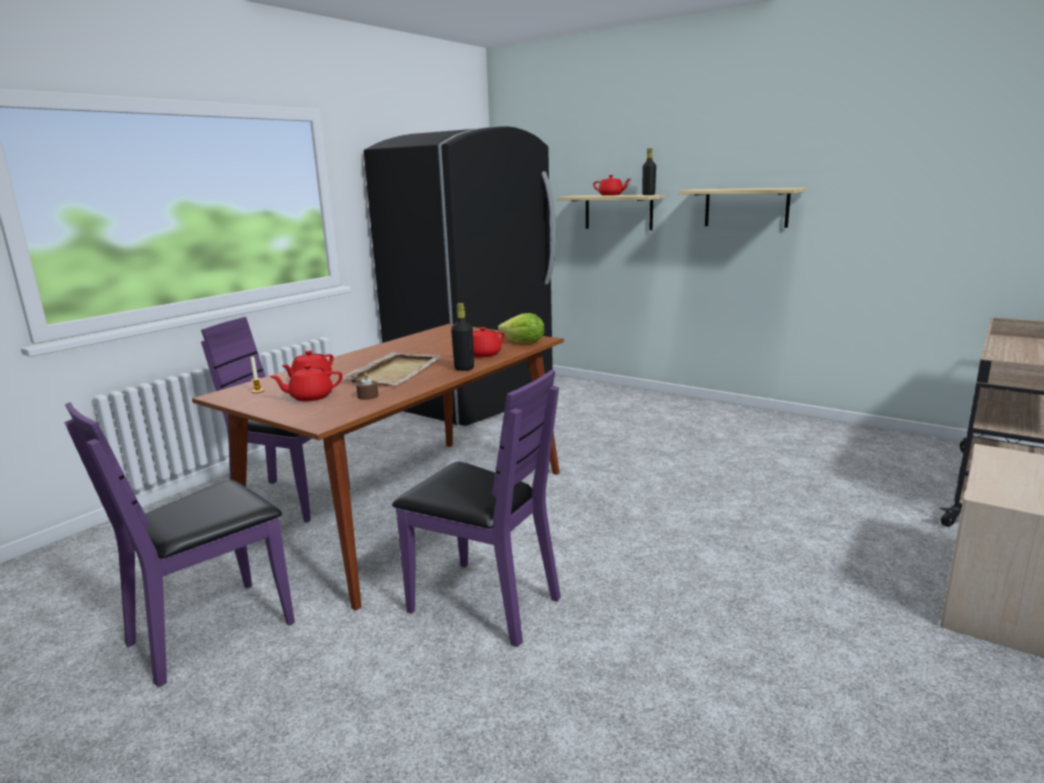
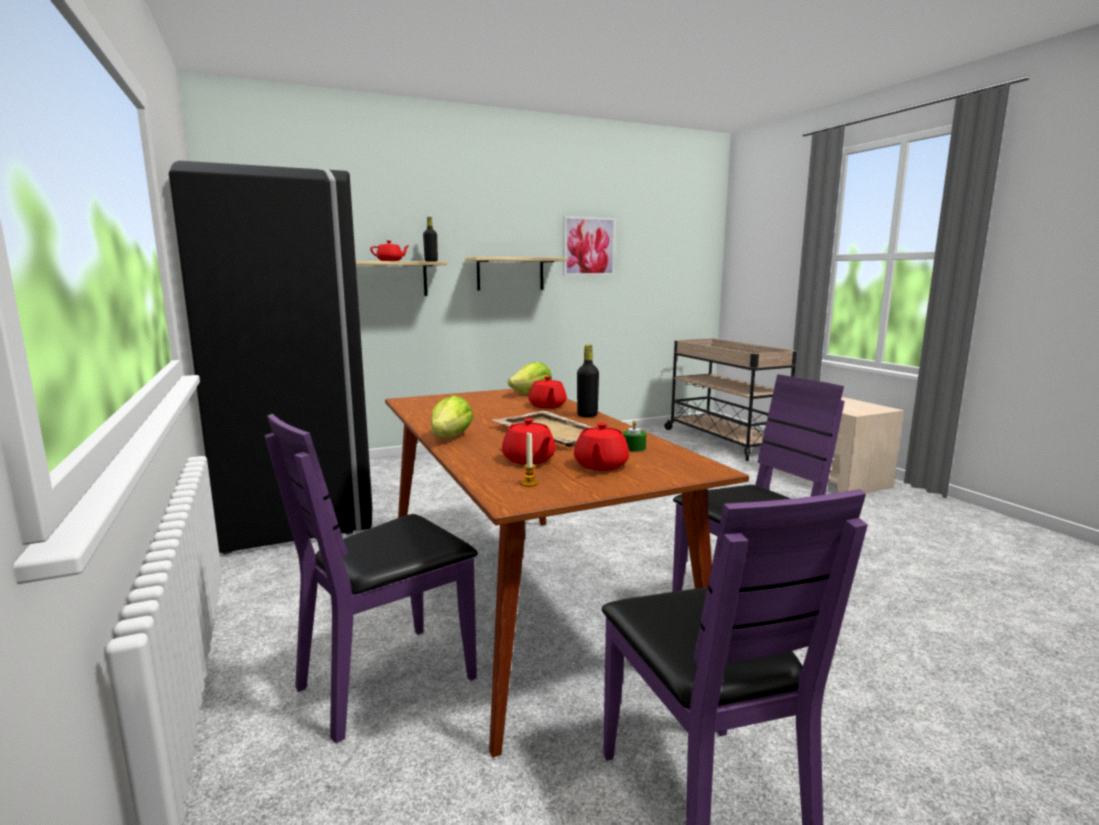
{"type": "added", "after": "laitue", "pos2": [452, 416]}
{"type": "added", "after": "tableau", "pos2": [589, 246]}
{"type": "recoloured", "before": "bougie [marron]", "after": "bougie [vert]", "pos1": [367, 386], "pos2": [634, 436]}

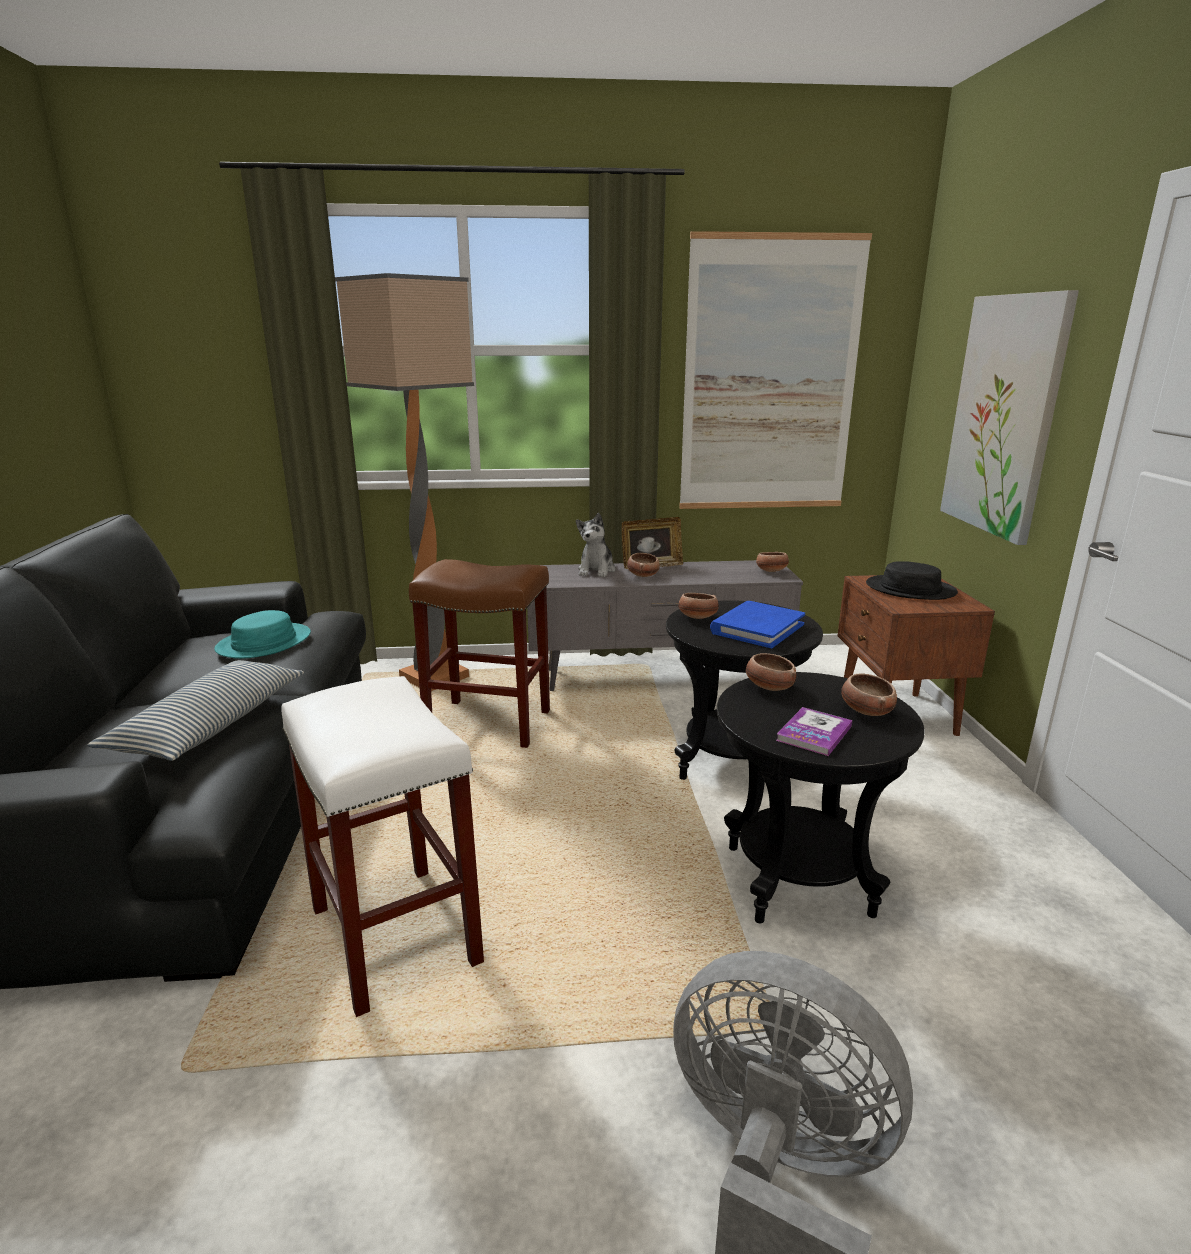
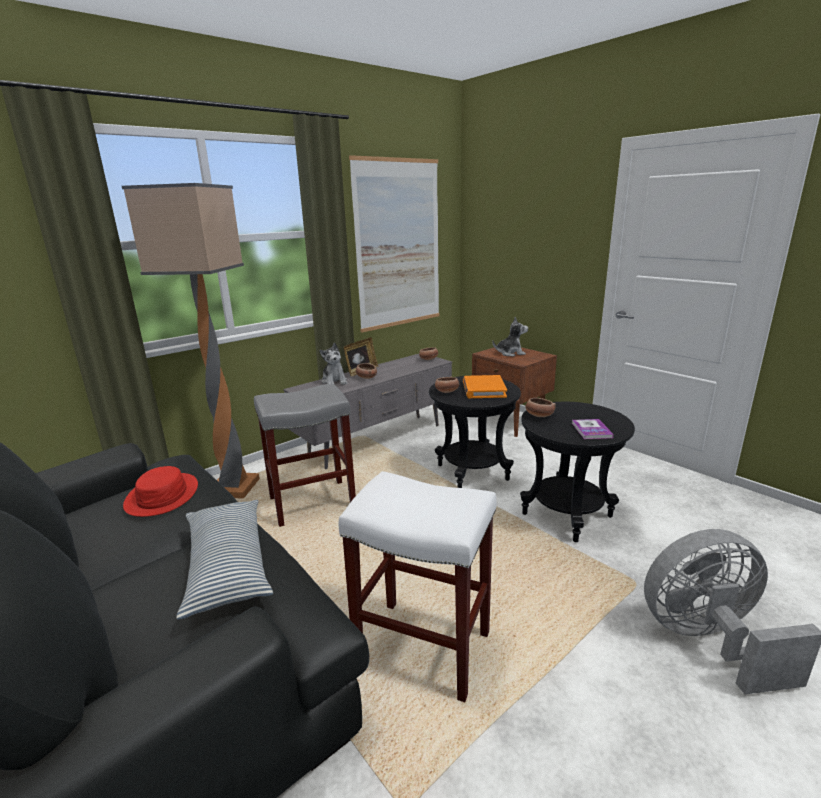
{"type": "removed", "before": "bol", "pos1": [869, 695]}
{"type": "removed", "before": "tableau", "pos1": [1009, 417]}
{"type": "replaced", "before": "chapeau [noir]", "after": "peluche", "pos1": [912, 580], "pos2": [510, 336]}
{"type": "recoloured", "before": "chapeau [turquoise]", "after": "chapeau [rouge]", "pos1": [262, 634], "pos2": [160, 491]}
{"type": "recoloured", "before": "tabouret [marron]", "after": "tabouret [gris]", "pos1": [479, 653], "pos2": [305, 455]}
{"type": "recoloured", "before": "livre [bleu]", "after": "livre [orange]", "pos1": [757, 624], "pos2": [485, 386]}

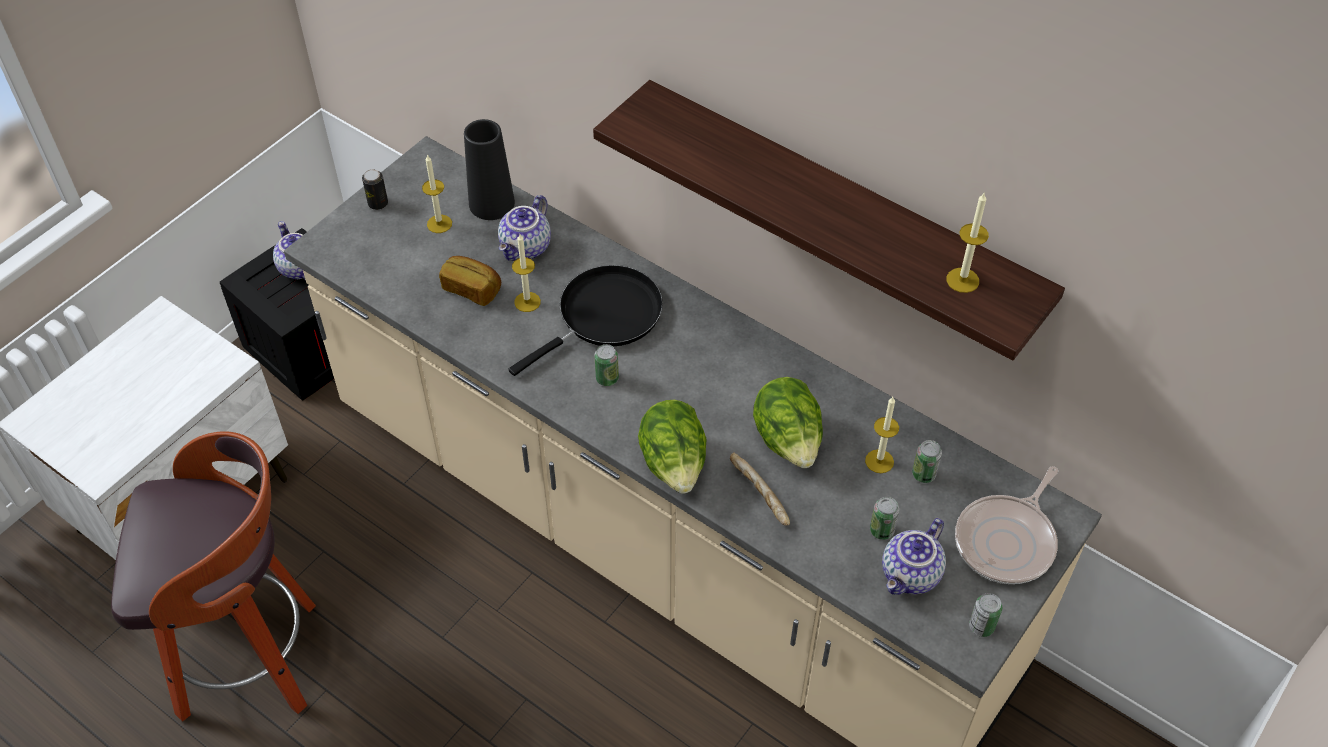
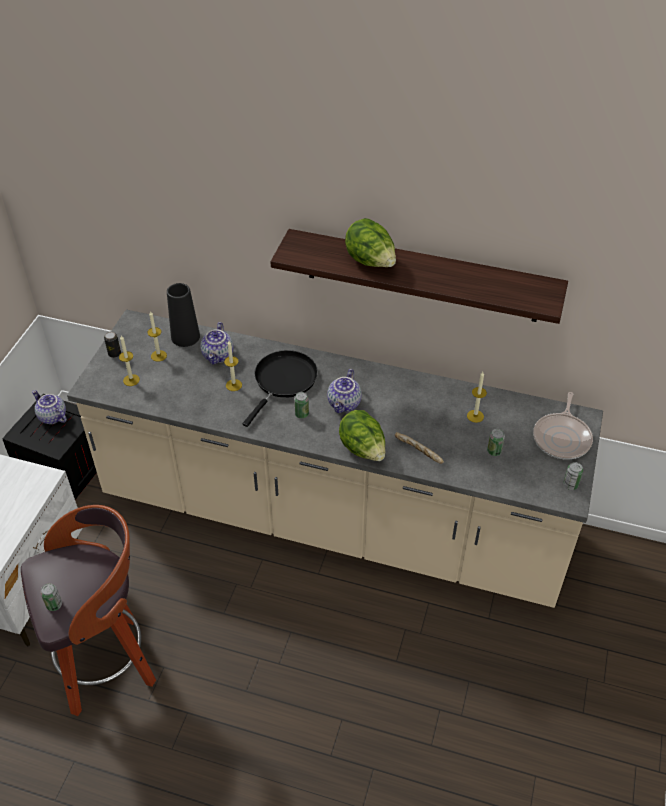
{"type": "removed", "before": "pain", "pos1": [470, 281]}
{"type": "moved", "before": "laitue", "pos1": [788, 422], "pos2": [370, 242]}
{"type": "moved", "before": "théière", "pos1": [914, 556], "pos2": [344, 391]}
{"type": "moved", "before": "boîte métallique", "pos1": [927, 461], "pos2": [51, 597]}
{"type": "moved", "before": "bougie", "pos1": [968, 243], "pos2": [129, 361]}

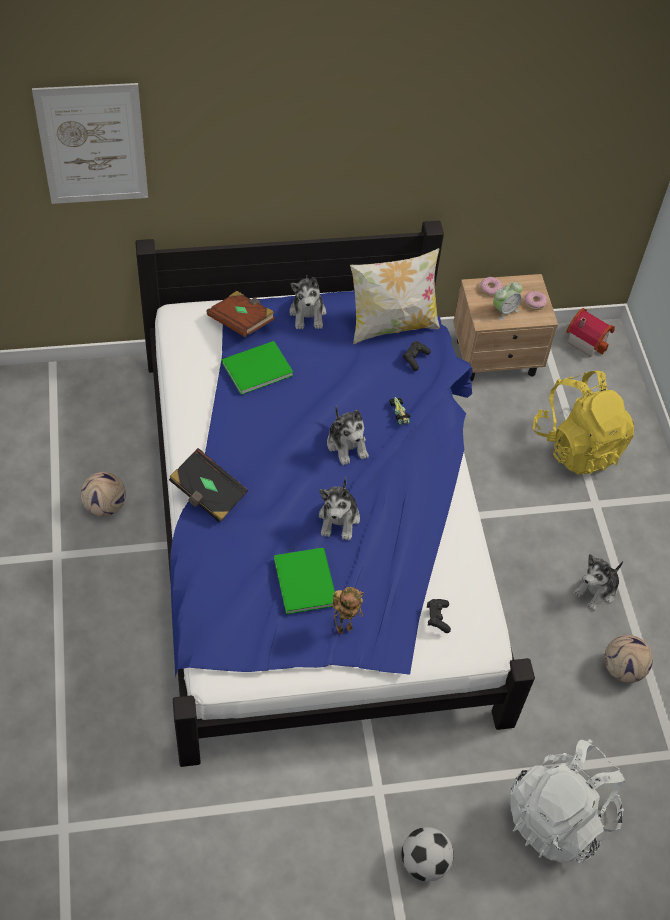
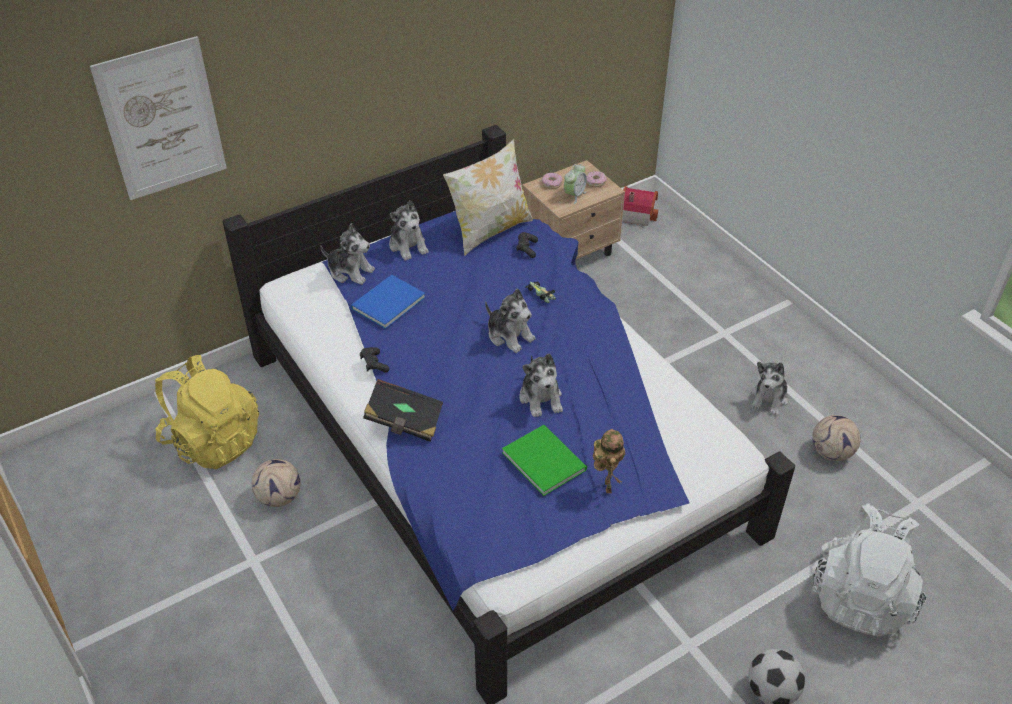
{"type": "moved", "before": "manette [noir]", "pos1": [439, 616], "pos2": [374, 360]}
{"type": "moved", "before": "sac à dos [jaune]", "pos1": [583, 423], "pos2": [207, 412]}
{"type": "replaced", "before": "livre [marron]", "after": "peluche", "pos1": [241, 314], "pos2": [347, 254]}
{"type": "recoloured", "before": "livre [vert]", "after": "livre [bleu]", "pos1": [257, 368], "pos2": [388, 302]}
{"type": "turned", "before": "robot jouet", "pos1": [348, 610], "pos2": [609, 461], "turn": -45}

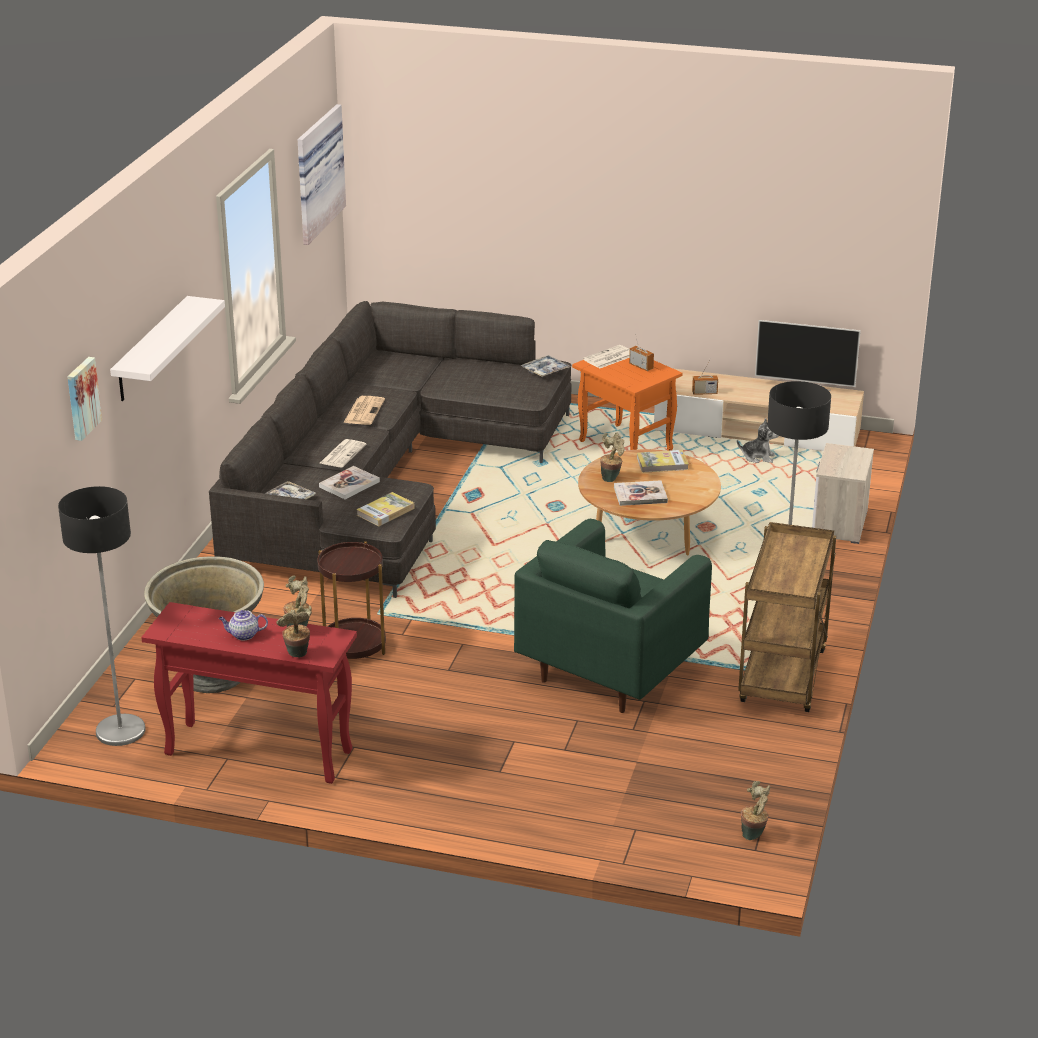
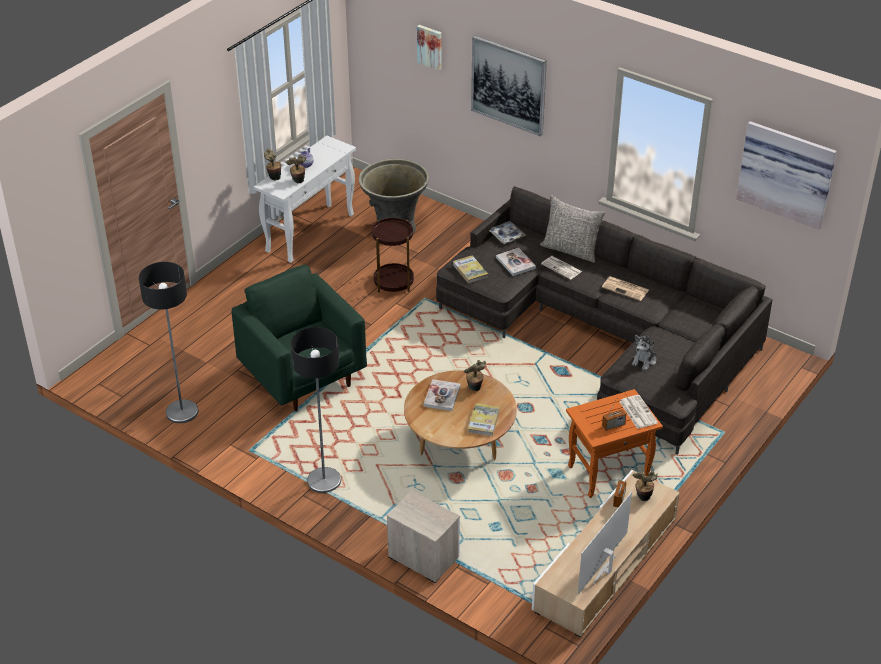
{"type": "removed", "before": "plateau", "pos1": [546, 366]}
{"type": "removed", "before": "chariot [marron]", "pos1": [787, 617]}
{"type": "added", "after": "coussin [gris]", "pos2": [572, 229]}
{"type": "moved", "before": "lampadaire", "pos1": [102, 616], "pos2": [168, 342]}
{"type": "moved", "before": "peluche", "pos1": [758, 440], "pos2": [644, 353]}
{"type": "moved", "before": "plante en pot", "pos1": [755, 810], "pos2": [645, 485]}
{"type": "replaced", "before": "étagère [blanc]", "after": "tableau", "pos1": [167, 348], "pos2": [509, 86]}
{"type": "recoloured", "before": "table console [rouge]", "after": "table console [blanc]", "pos1": [249, 693], "pos2": [305, 199]}

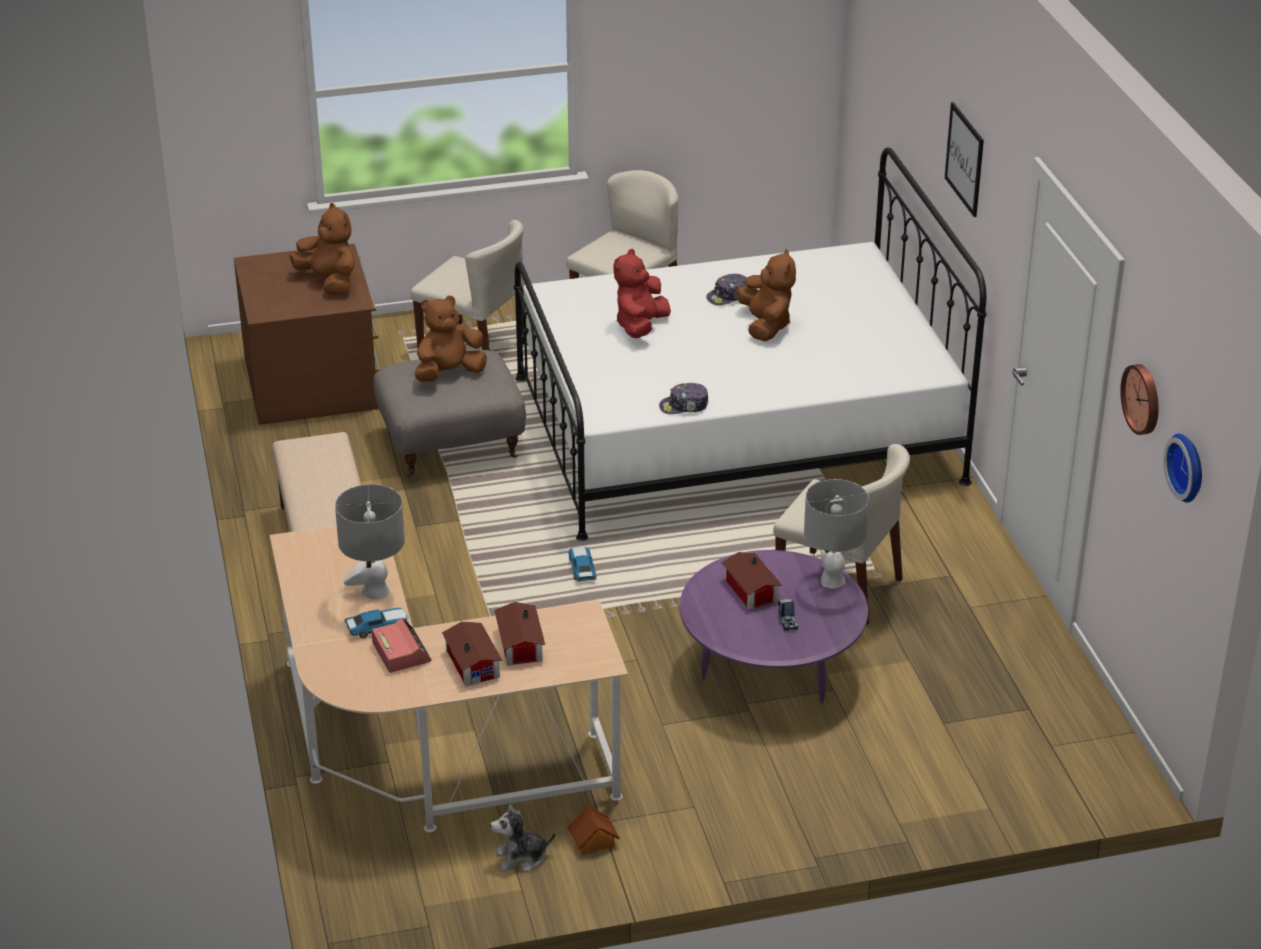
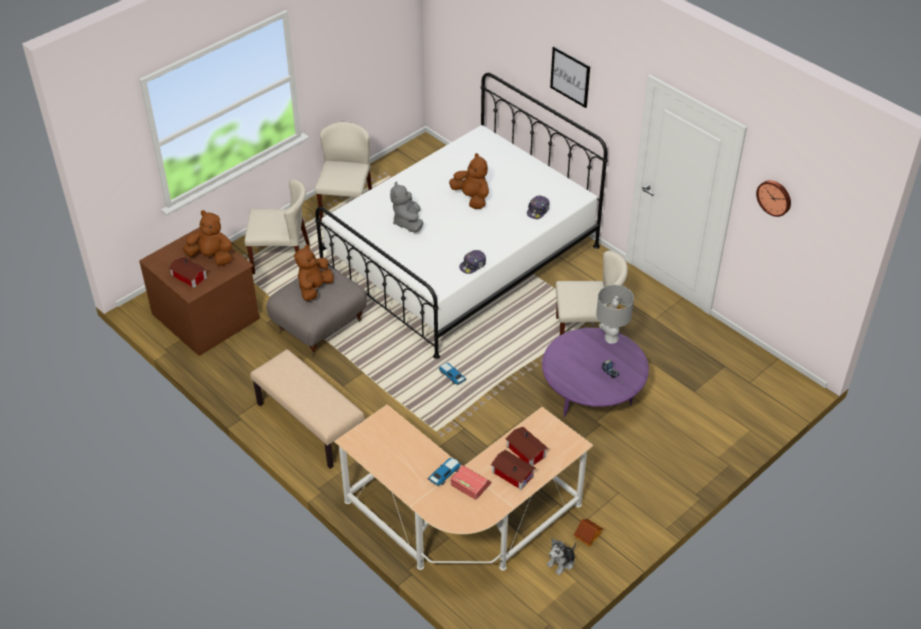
{"type": "removed", "before": "lampe de table [gris]", "pos1": [370, 541]}
{"type": "removed", "before": "horloge murale", "pos1": [1182, 468]}
{"type": "moved", "before": "casquette", "pos1": [726, 289], "pos2": [538, 207]}
{"type": "moved", "before": "maison miniature", "pos1": [751, 581], "pos2": [188, 272]}
{"type": "recoloured", "before": "peluche [rouge]", "after": "peluche [gris]", "pos1": [642, 293], "pos2": [406, 207]}

